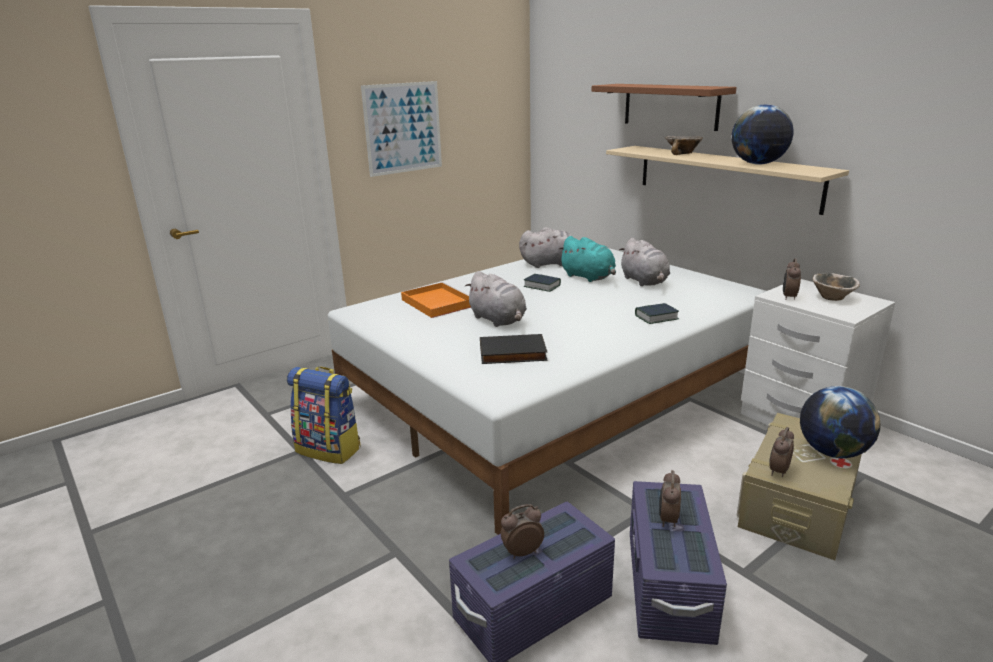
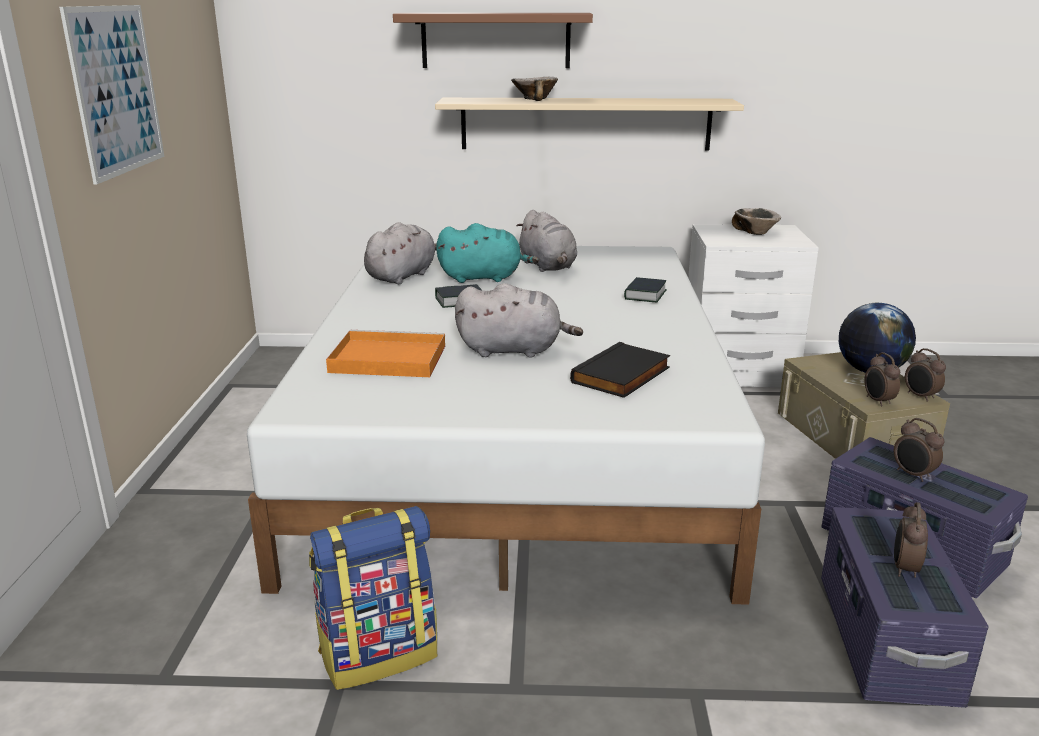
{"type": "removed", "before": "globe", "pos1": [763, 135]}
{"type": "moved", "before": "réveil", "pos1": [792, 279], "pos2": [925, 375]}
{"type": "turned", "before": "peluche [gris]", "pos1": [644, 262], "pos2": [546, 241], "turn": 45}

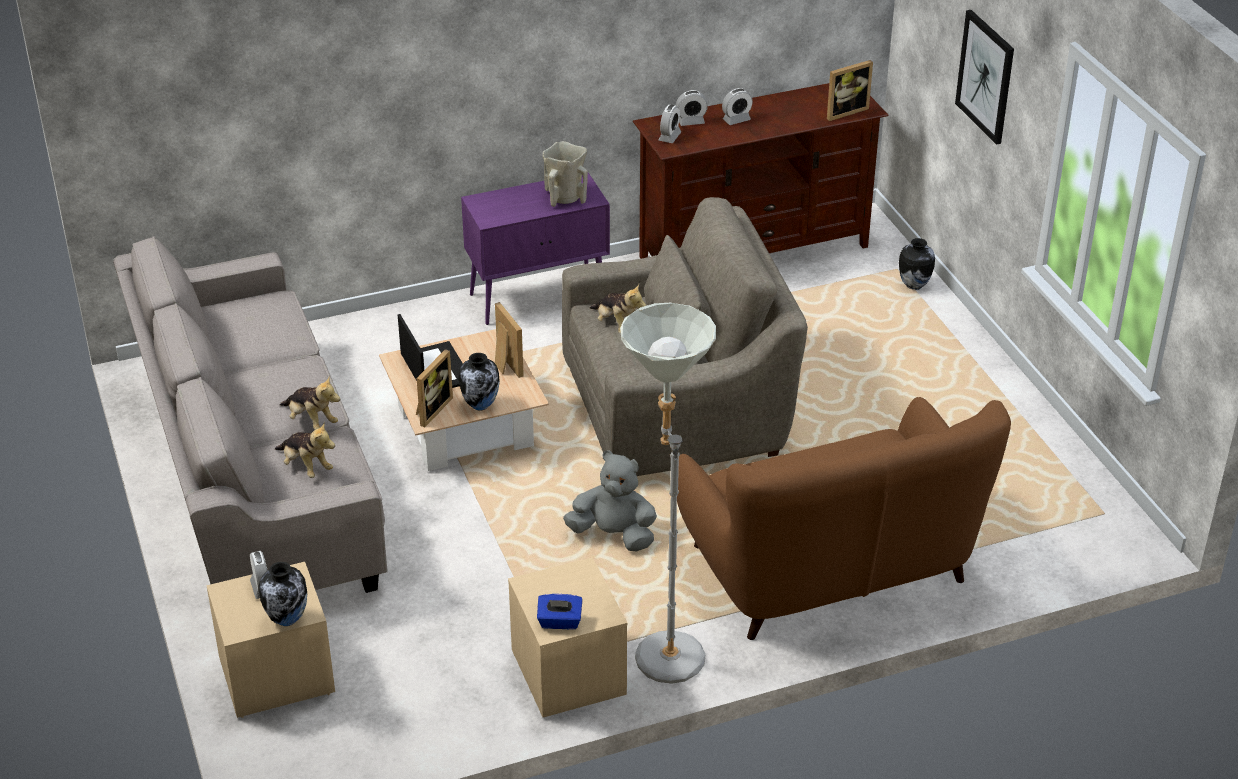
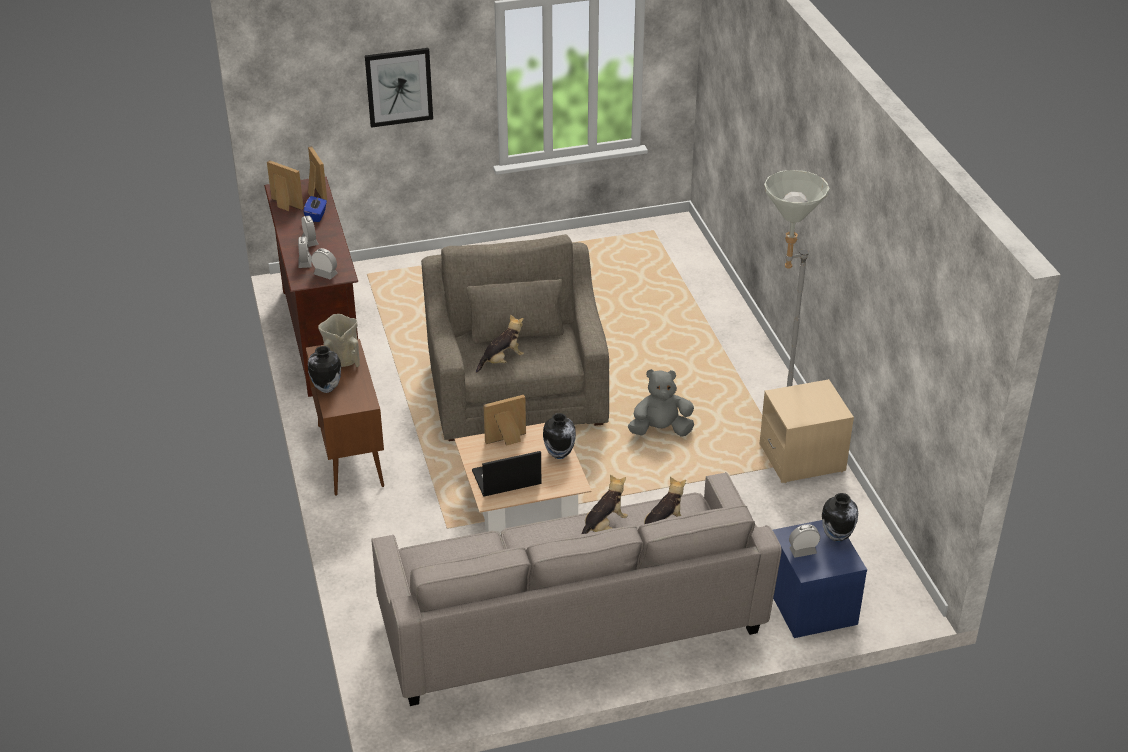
{"type": "removed", "before": "canapé [marron]", "pos1": [844, 518]}
{"type": "moved", "before": "cadre photo", "pos1": [434, 388], "pos2": [285, 185]}
{"type": "moved", "before": "boîte à mouchoirs [bleu]", "pos1": [560, 612], "pos2": [315, 209]}
{"type": "moved", "before": "vase", "pos1": [917, 264], "pos2": [324, 369]}
{"type": "recoloured", "before": "table de chevet [beige]", "after": "table de chevet [bleu]", "pos1": [270, 640], "pos2": [820, 579]}
{"type": "recoloured", "before": "meuble de rangement [violet]", "after": "meuble de rangement [marron]", "pos1": [535, 249], "pos2": [345, 417]}
{"type": "turned", "before": "peluche [gris]", "pos1": [610, 501], "pos2": [661, 403], "turn": 60}

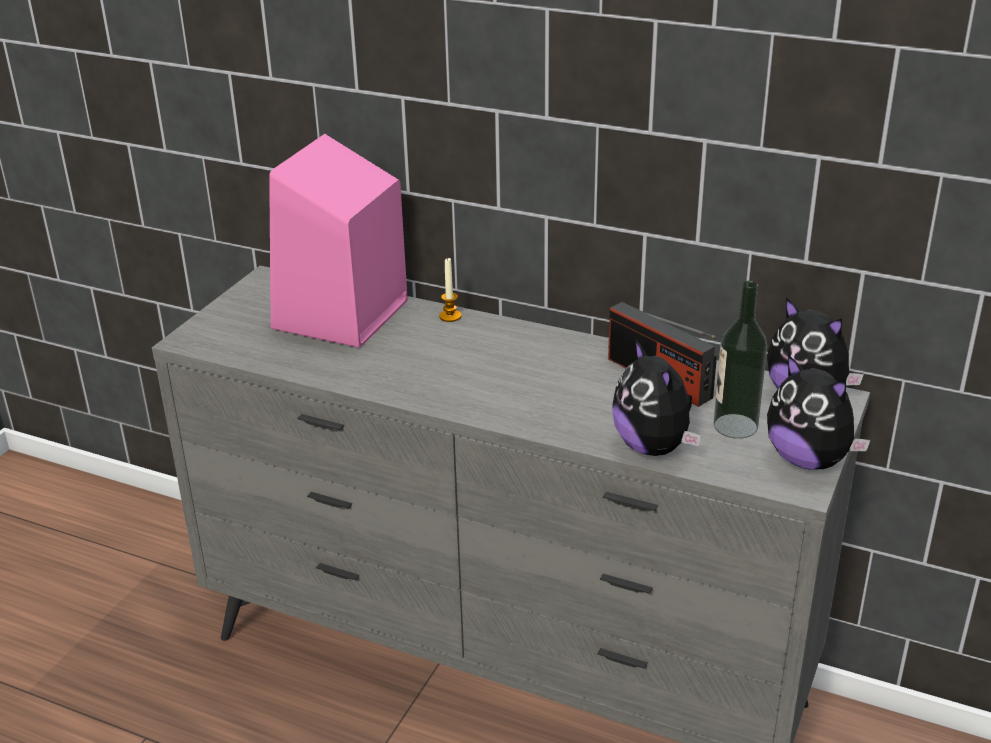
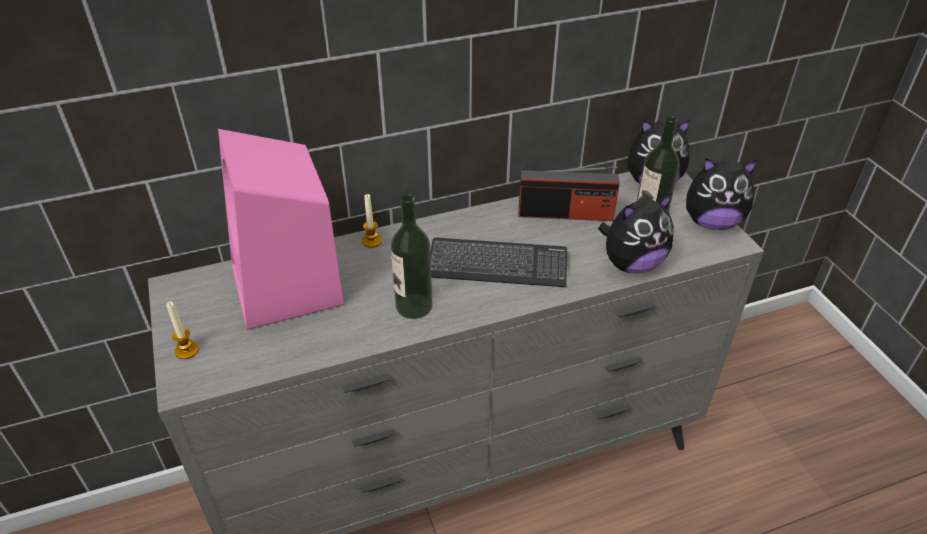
{"type": "added", "after": "bougie", "pos2": [182, 330]}
{"type": "added", "after": "bouteille", "pos2": [412, 256]}
{"type": "added", "after": "clavier", "pos2": [498, 262]}
{"type": "turned", "before": "peluche", "pos1": [656, 397], "pos2": [636, 233], "turn": -45}

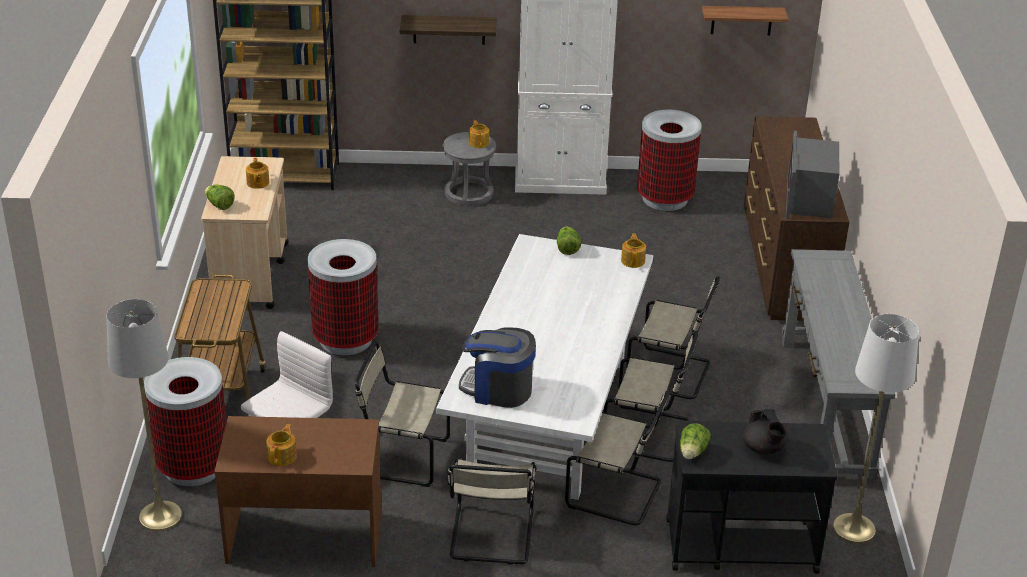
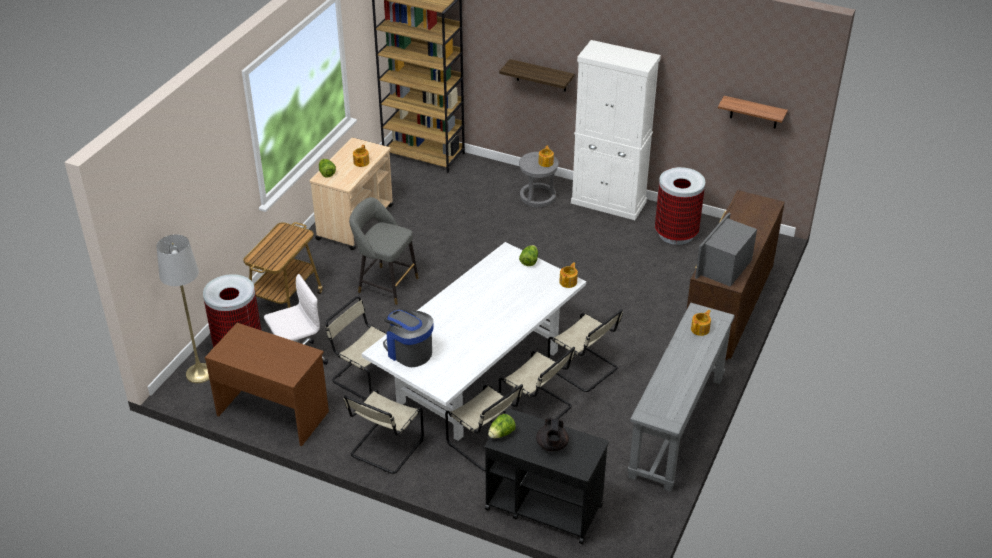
{"type": "removed", "before": "lampadaire [blanc]", "pos1": [876, 429]}
{"type": "moved", "before": "théière", "pos1": [281, 445], "pos2": [701, 323]}
{"type": "replaced", "before": "poubelle", "after": "tabouret [gris]", "pos1": [343, 297], "pos2": [384, 251]}

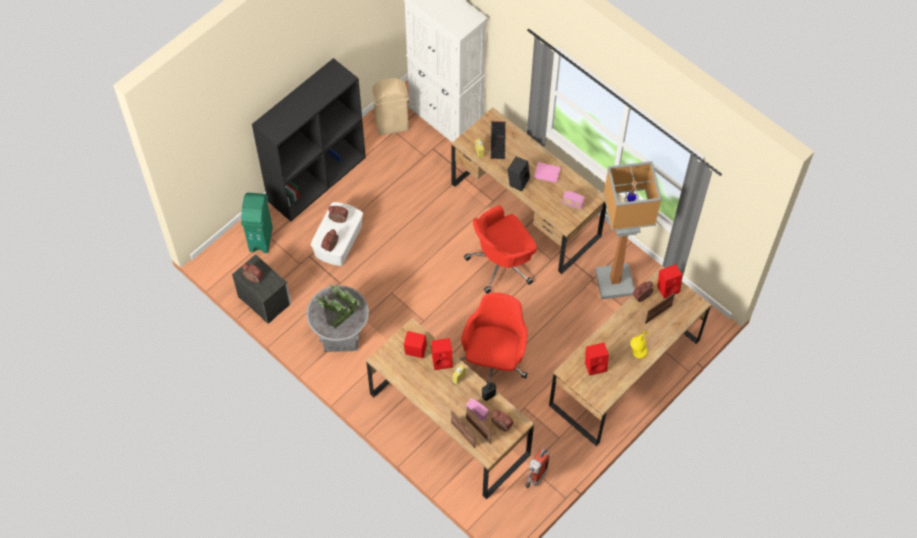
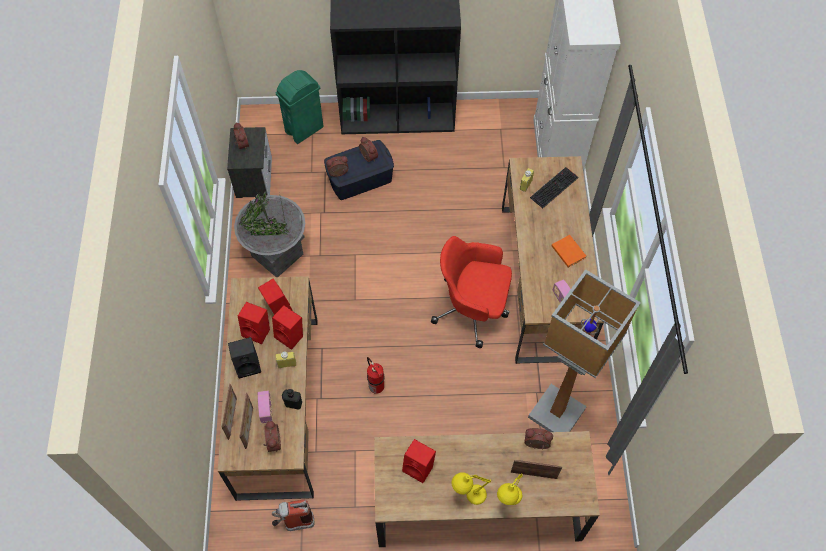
{"type": "removed", "before": "poubelle [beige]", "pos1": [390, 106]}
{"type": "added", "after": "lampe de table [jaune]", "pos2": [509, 489]}
{"type": "moved", "before": "enceinte [noir]", "pos1": [519, 174], "pos2": [244, 358]}
{"type": "moved", "before": "enceinte [rouge]", "pos1": [669, 281], "pos2": [254, 323]}
{"type": "replaced", "before": "chaise de bureau [rouge]", "after": "extincteur", "pos1": [494, 338], "pos2": [375, 375]}
{"type": "recoloured", "before": "boîte de rangement [blanc]", "after": "boîte de rangement [bleu]", "pos1": [337, 234], "pos2": [359, 170]}
{"type": "recoloured", "before": "livre [rose]", "after": "livre [orange]", "pos1": [547, 172], "pos2": [569, 251]}

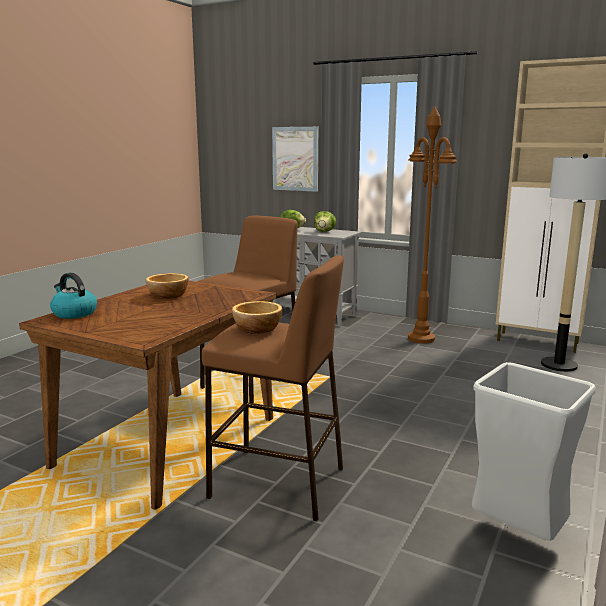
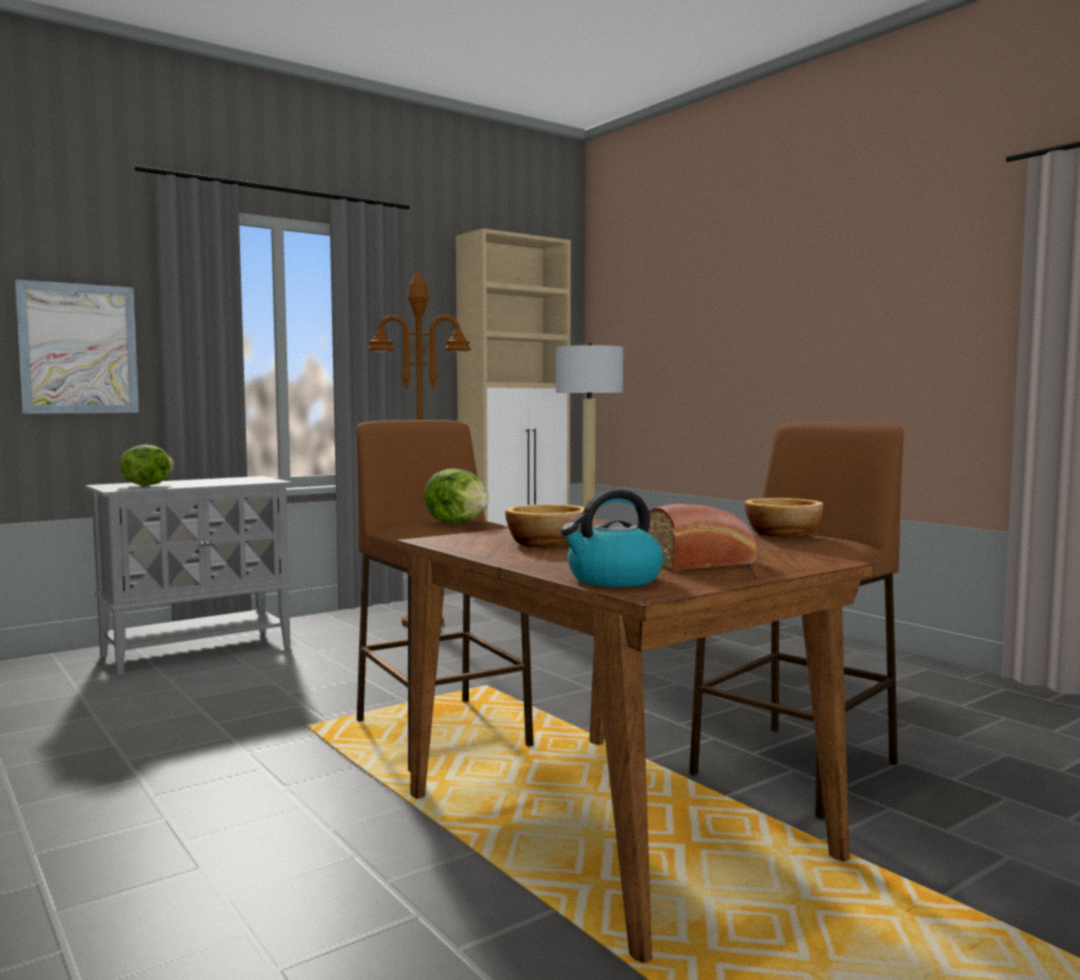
{"type": "removed", "before": "poubelle [gris]", "pos1": [534, 451]}
{"type": "added", "after": "pain", "pos2": [702, 537]}
{"type": "moved", "before": "laitue", "pos1": [325, 221], "pos2": [456, 496]}

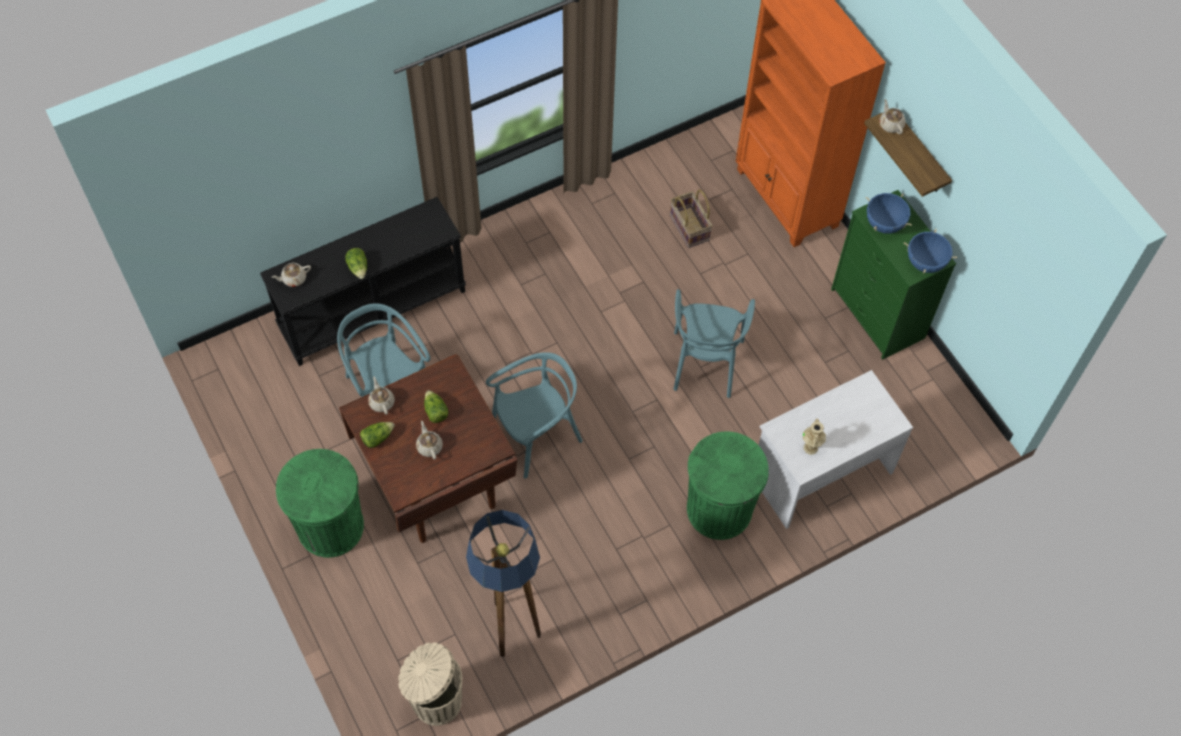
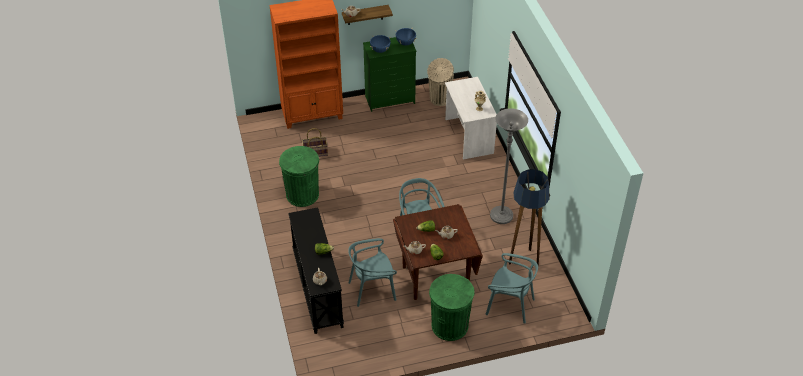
{"type": "added", "after": "lampadaire [gris]", "pos2": [509, 166]}
{"type": "moved", "before": "poubelle [beige]", "pos1": [430, 684], "pos2": [440, 82]}
{"type": "moved", "before": "chaise [turquoise]", "pos1": [714, 343], "pos2": [512, 288]}
{"type": "moved", "before": "poubelle [vert]", "pos1": [728, 485], "pos2": [299, 176]}

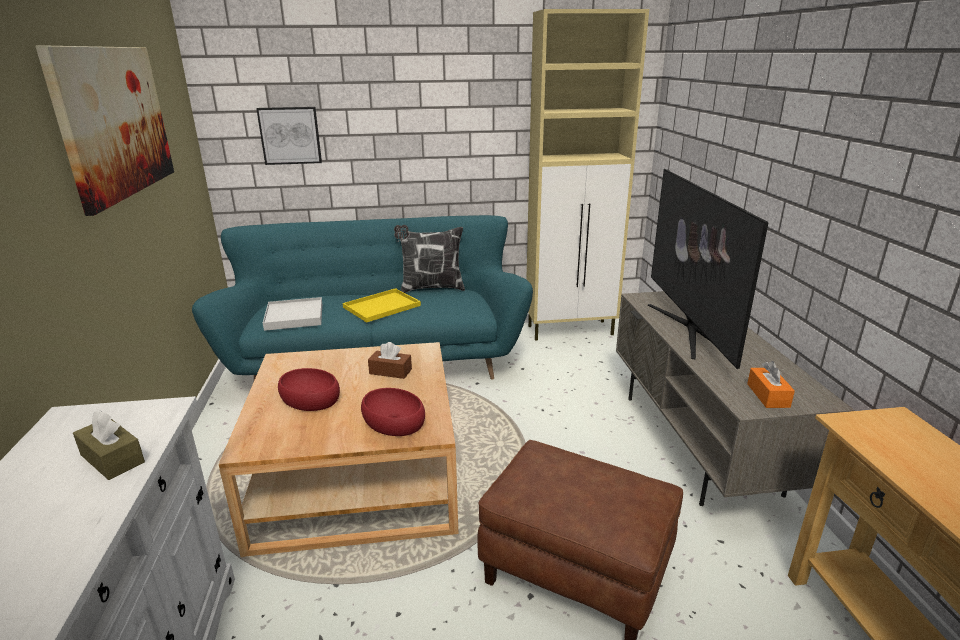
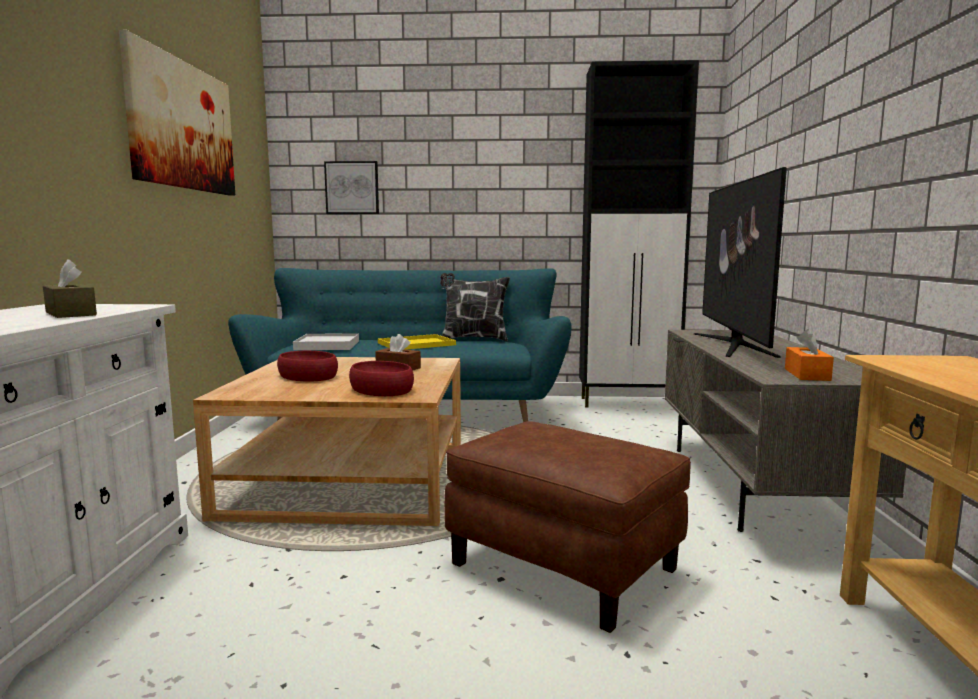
{"type": "recoloured", "before": "meuble de rangement [beige]", "after": "meuble de rangement [noir]", "pos1": [587, 174], "pos2": [639, 234]}

